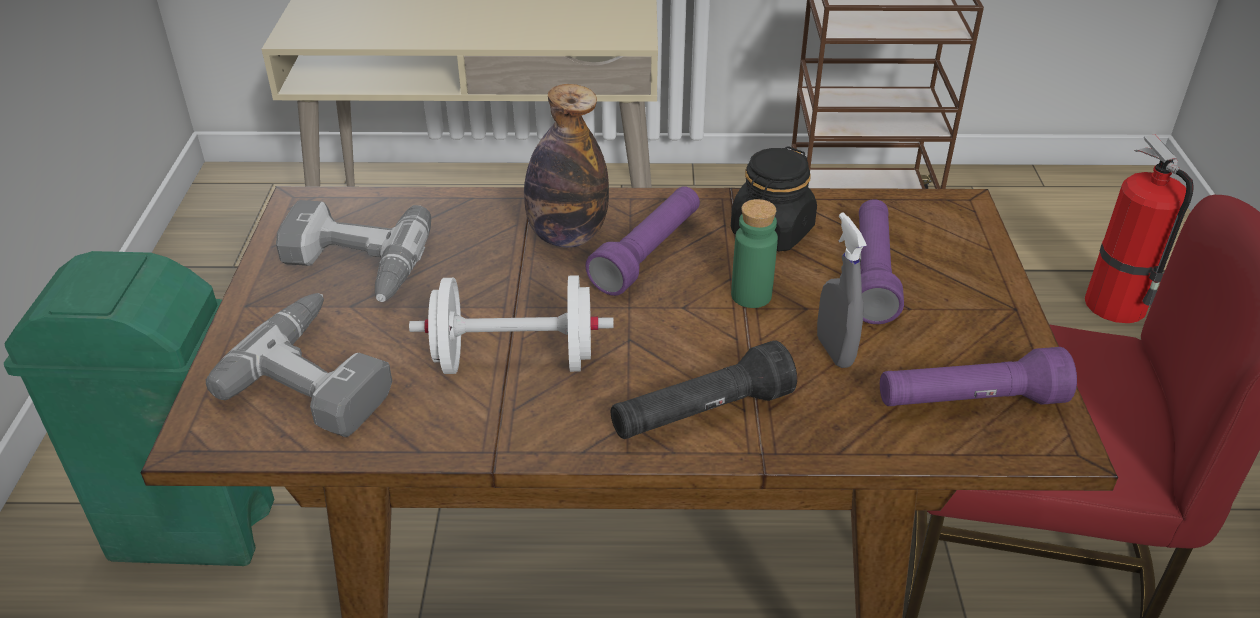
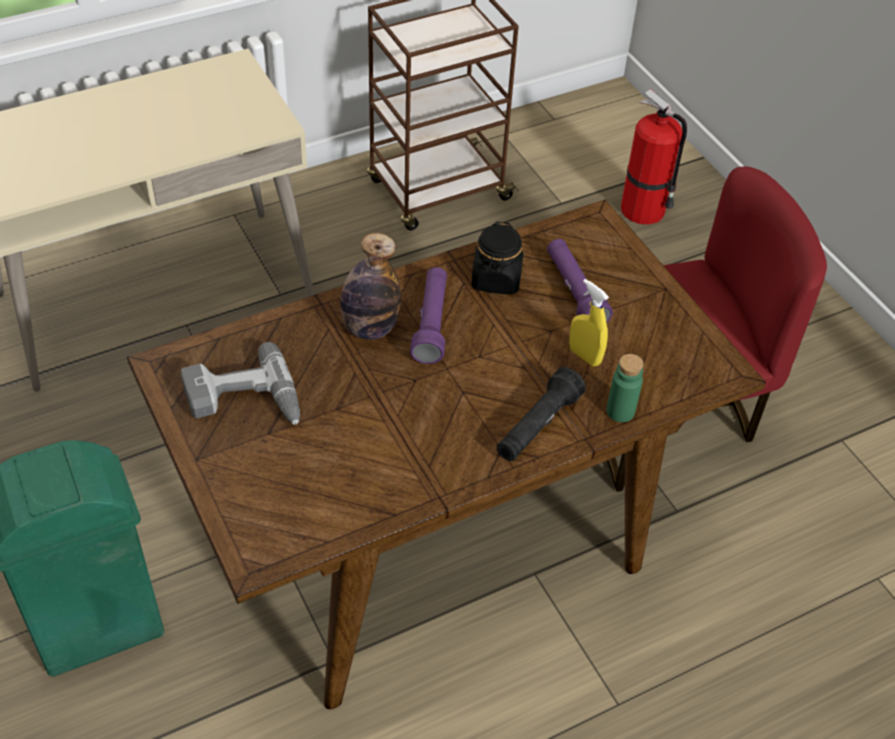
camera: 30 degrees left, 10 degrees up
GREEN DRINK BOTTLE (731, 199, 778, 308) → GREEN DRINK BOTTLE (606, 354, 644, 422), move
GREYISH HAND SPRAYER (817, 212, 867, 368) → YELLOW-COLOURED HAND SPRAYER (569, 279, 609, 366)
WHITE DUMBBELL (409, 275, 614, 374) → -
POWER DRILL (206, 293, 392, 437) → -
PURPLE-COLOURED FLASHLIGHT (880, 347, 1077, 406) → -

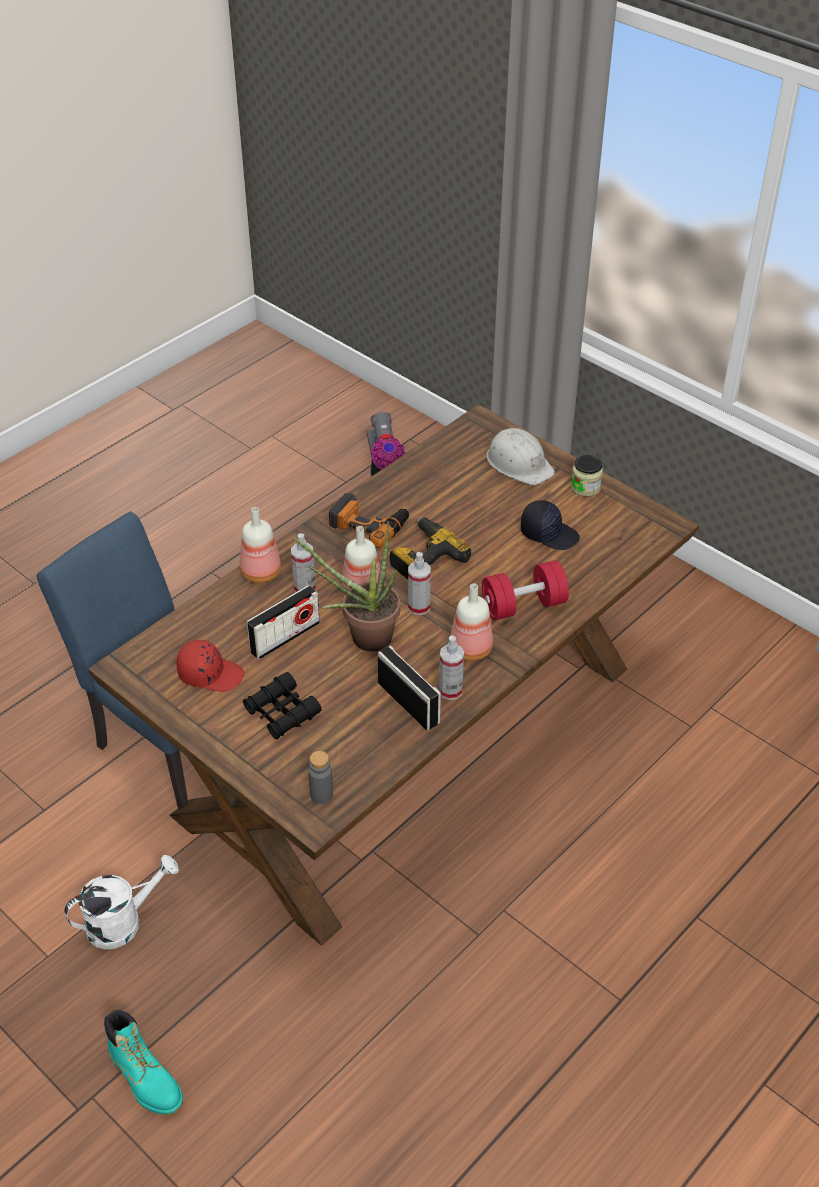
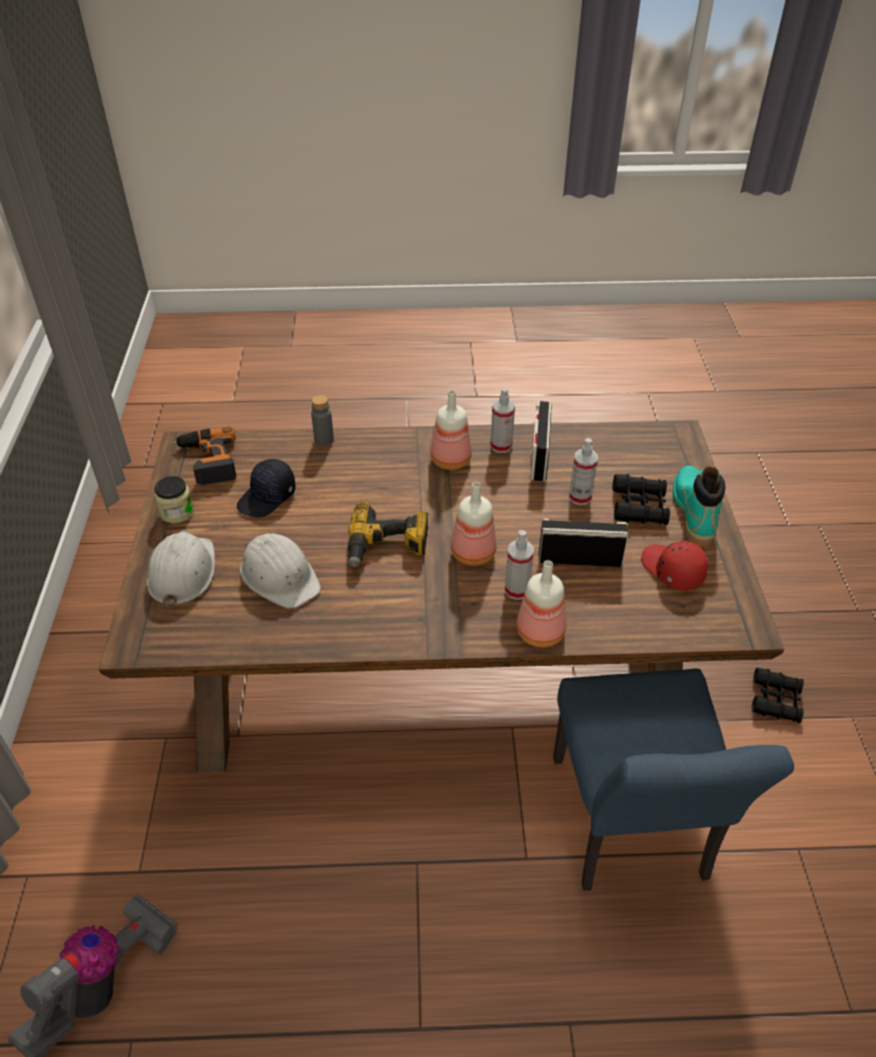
camera: 135 degrees left, 0 degrees up
POWER DRILL (329, 493, 409, 548) → POWER DRILL (174, 427, 237, 485), move
BLACK-COLOURED CAP (521, 500, 580, 550) → BLACK-COLOURED CAP (237, 459, 296, 517), 120 degrees counterclockwise
PLANT IN A POT (294, 521, 401, 652) → -
HAND SPRAYER (408, 552, 431, 615) → HAND SPRAYER (569, 438, 598, 505), move
RED DUMBBELL (482, 560, 569, 620) → -
GREYISH DRINK BOTTLE (308, 751, 333, 804) → GREYISH DRINK BOTTLE (311, 395, 334, 446), move
WHITE WATERING POT (64, 855, 179, 950) → BLACK-COLOURED FIELD GLASSES (752, 668, 804, 723)
TURQUOISE-COLOURED BOOT (104, 1010, 183, 1115) → TURQUOISE-COLOURED BOOT (673, 466, 725, 547), move
- → WHITE SAFETY HELMET (240, 533, 321, 609)

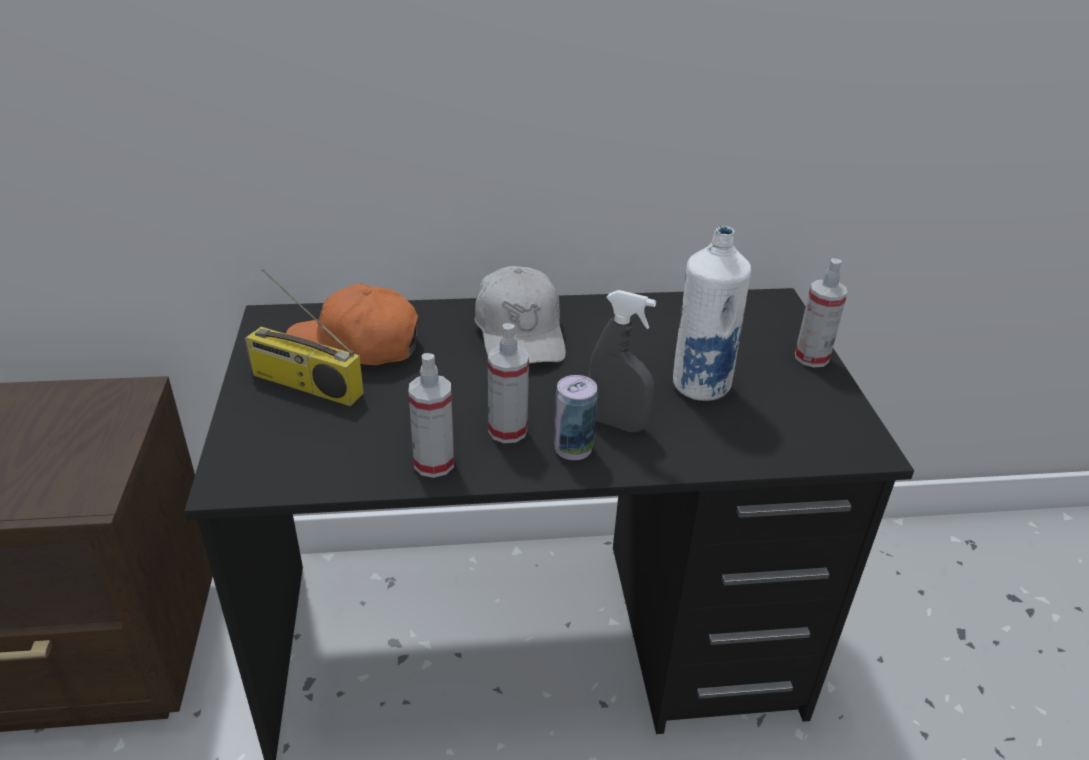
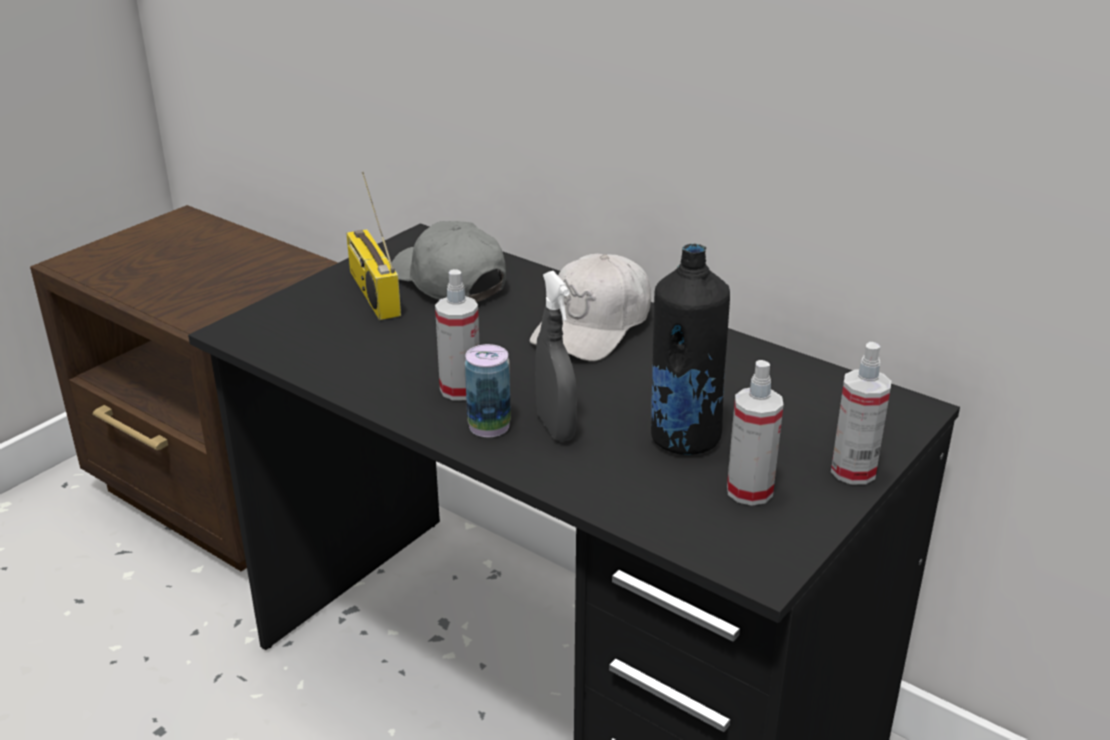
camera: 45 degrees right, 5 degrees down
WHITE DRINK BOTTLE (673, 226, 751, 401) → BLACK-COLOURED DRINK BOTTLE (651, 244, 730, 455)
ORANGE-COLOURED CAP (286, 283, 419, 365) → GREYISH CAP (391, 221, 506, 302)
HAND SPRAYER (408, 353, 454, 478) → HAND SPRAYER (727, 360, 784, 506), move

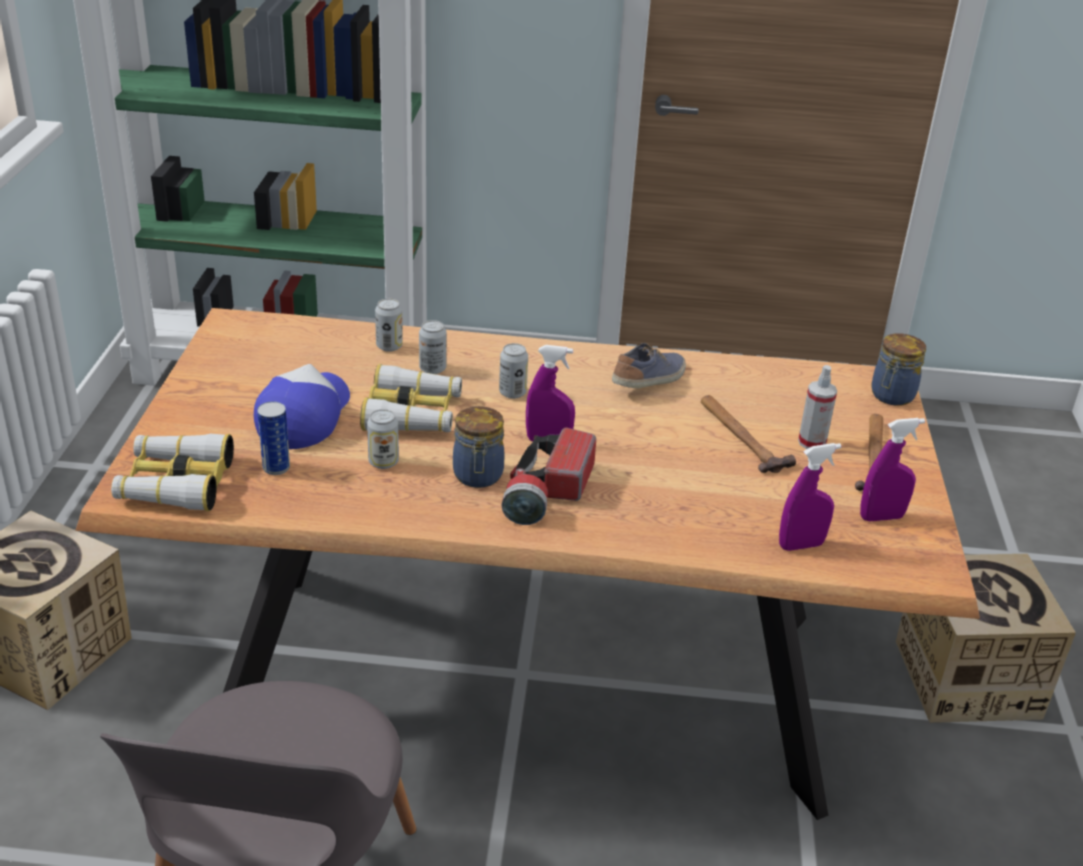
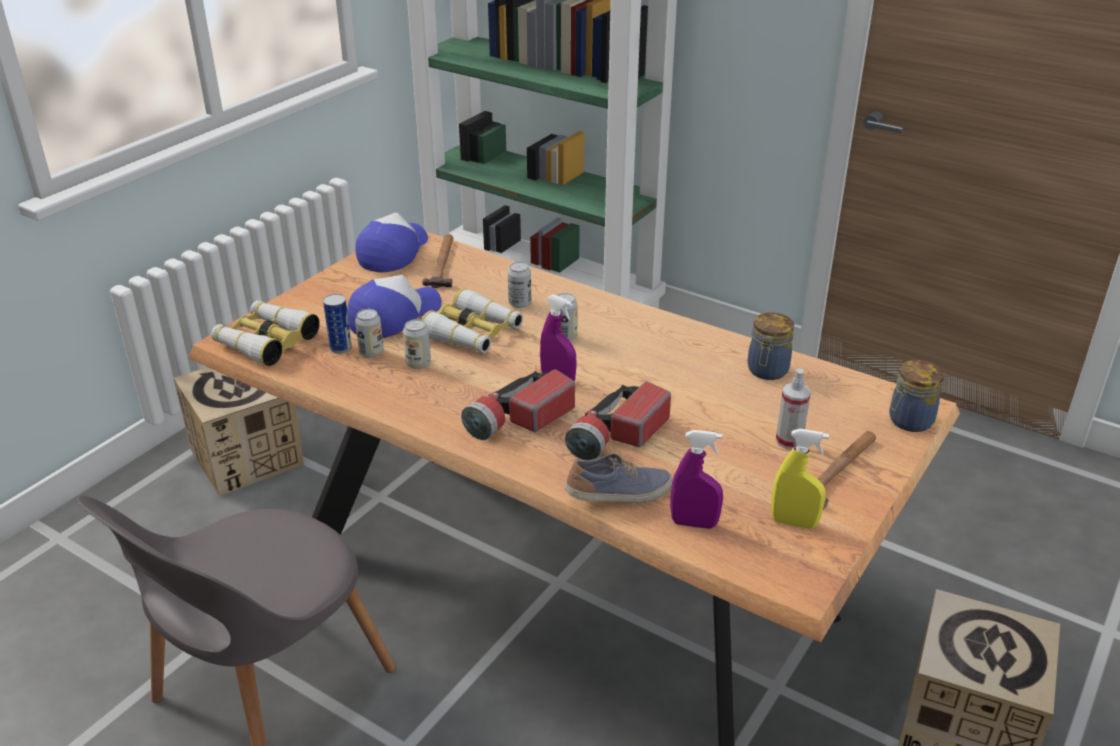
camera: 30 degrees right, 0 degrees up
METAL CAN (375, 299, 403, 352) → METAL CAN (355, 309, 384, 358), move
ITEM OF FOOTWEAR (612, 343, 686, 388) → ITEM OF FOOTWEAR (564, 454, 673, 503), move
HAMMER (701, 395, 796, 473) → HAMMER (422, 234, 453, 288), move
STORAGE JAR (453, 406, 504, 488) → STORAGE JAR (747, 313, 794, 380), move
PURPLE-COLOURED HAND SPRAYER (860, 418, 925, 521) → YELLOW-COLOURED HAND SPRAYER (771, 429, 829, 529)
- → CAP (355, 212, 428, 272)
- → FLASHLIGHT (565, 382, 671, 460)

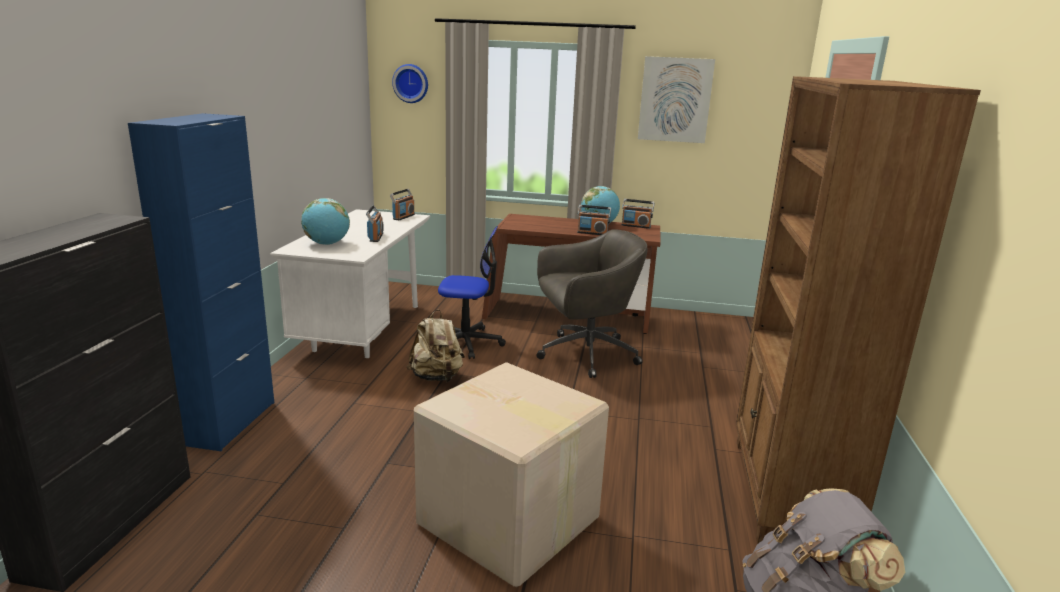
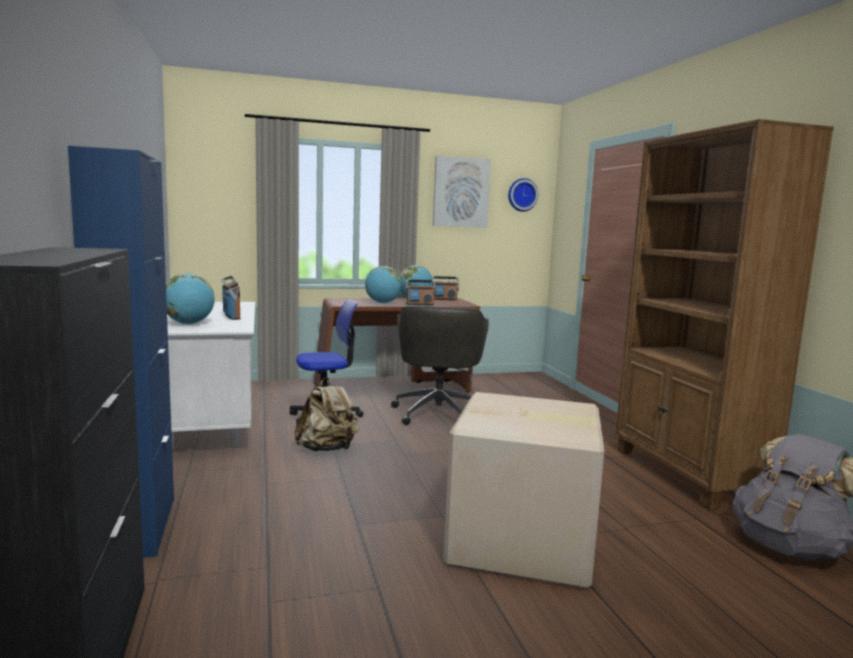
camera: 25 degrees left, 10 degrees down
HANGING CLOCK (392, 64, 428, 103) → HANGING CLOCK (508, 178, 538, 212), move
GREYISH OFFICE CHAIR (536, 229, 648, 378) → GREYISH OFFICE CHAIR (391, 305, 489, 425), 135 degrees clockwise
- → WORLD GLOBE (365, 266, 402, 303)

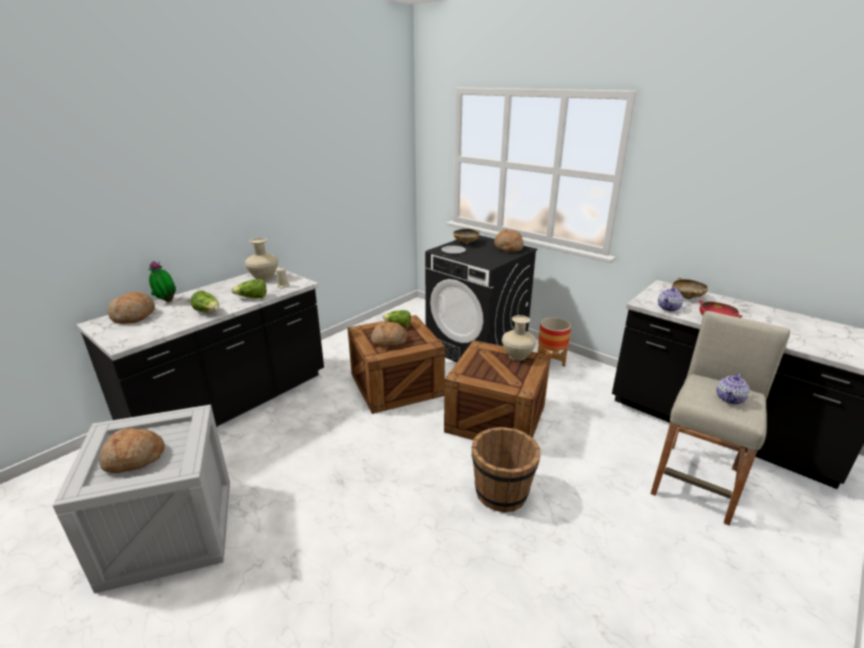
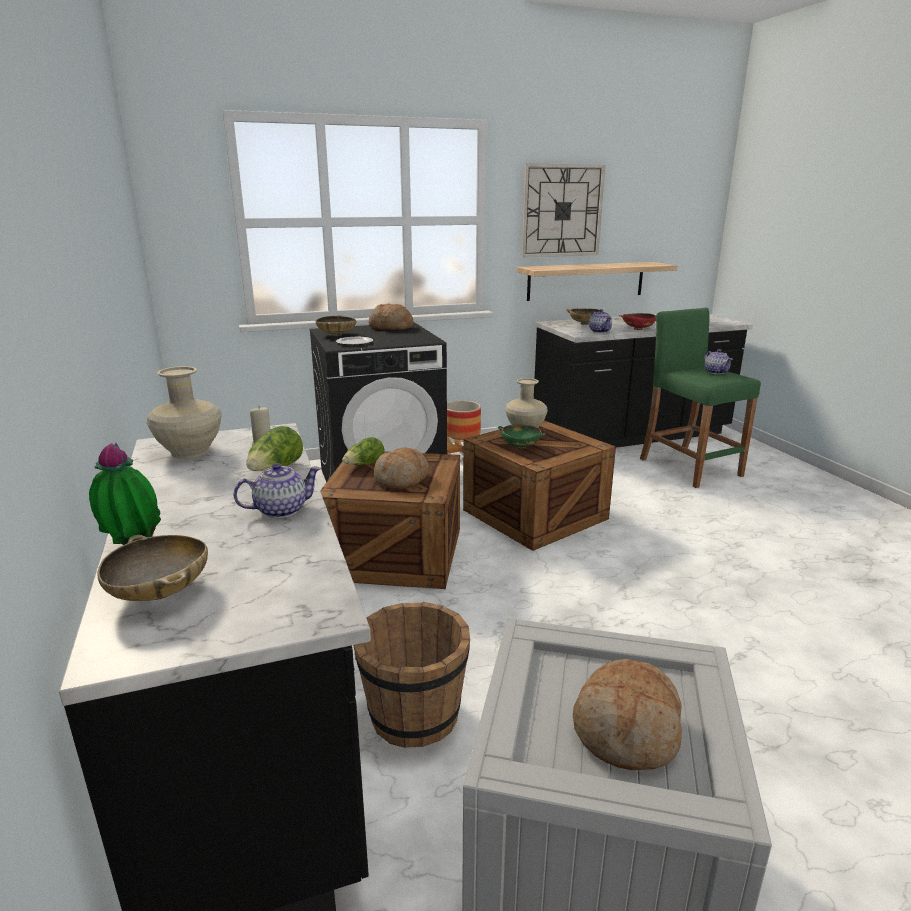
camera: 60 degrees left, 5 degrees down
LETTUCE (190, 291, 219, 312) → POT FOR TEA (233, 463, 321, 518)
BAKERY BREAD (108, 292, 155, 324) → SAND-COLOURED SERVING BOWL (98, 535, 208, 601)
SAND-COLOURED STOOL SEAT (651, 311, 790, 525) → GREEN STOOL SEAT (640, 308, 761, 488)
BROWNISH WATER BUCKET (471, 427, 540, 512) → BROWNISH WATER BUCKET (353, 602, 470, 748), move
- → HANGING CLOCK (521, 164, 605, 257)
- → SHELF (517, 262, 677, 301)
- → GREEN SERVING BOWL (498, 425, 546, 449)

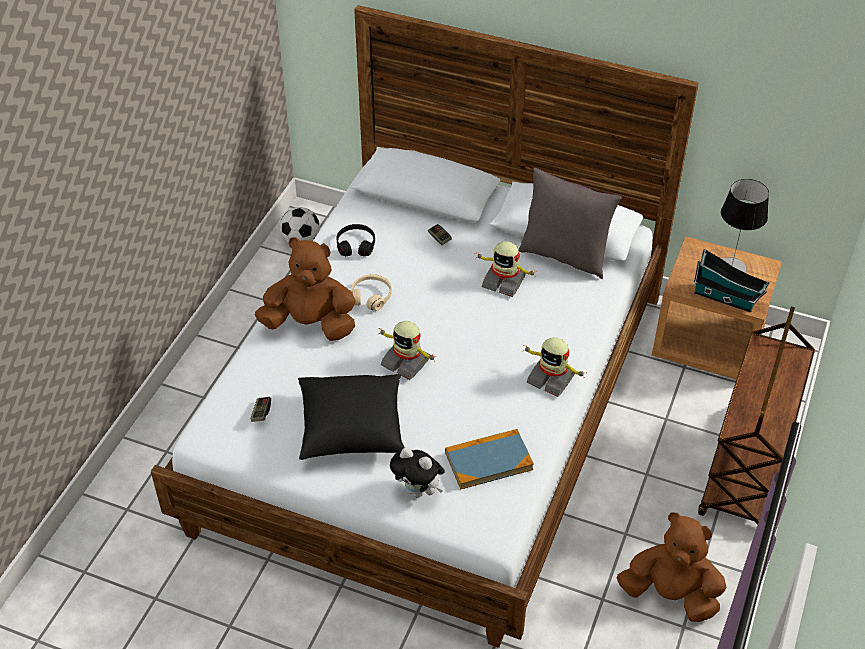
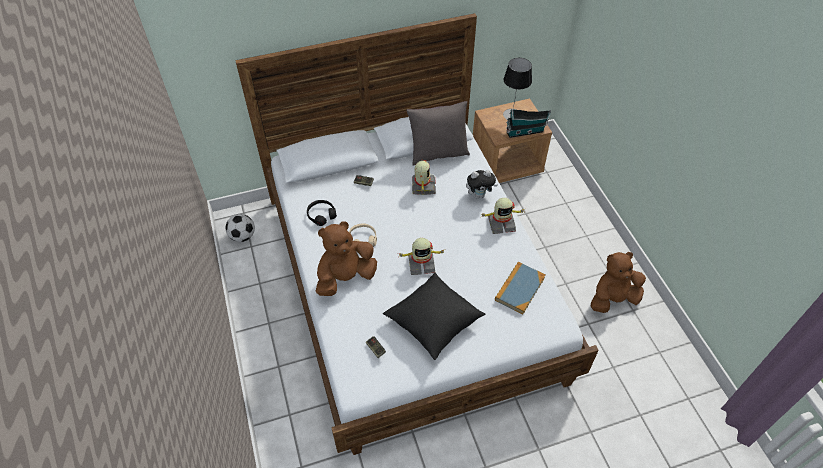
camera: 40 degrees left, 5 degrees up
ROBOT FIGURE (475, 241, 535, 297) → ROBOT FIGURE (412, 160, 436, 195), 75 degrees counterclockwise
BROWNISH TROLLEY (698, 306, 815, 524) → -
PLUSH TOY (390, 447, 445, 498) → PLUSH TOY (466, 170, 497, 198), move

